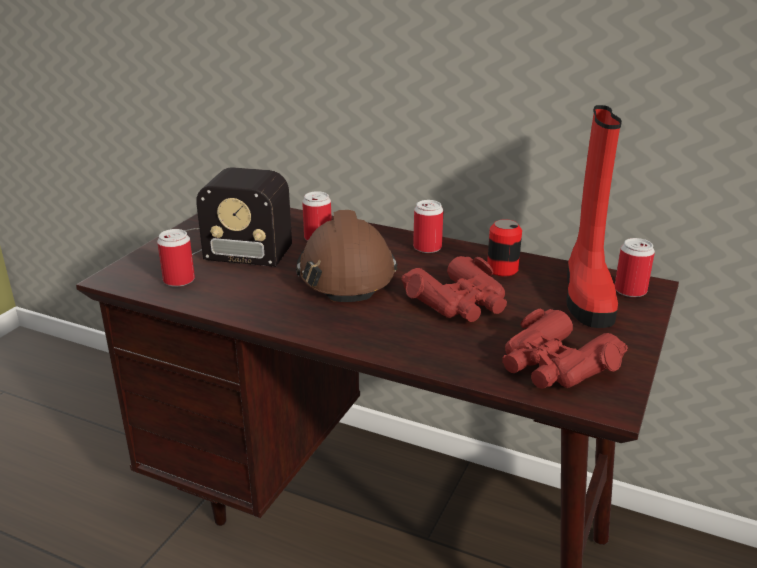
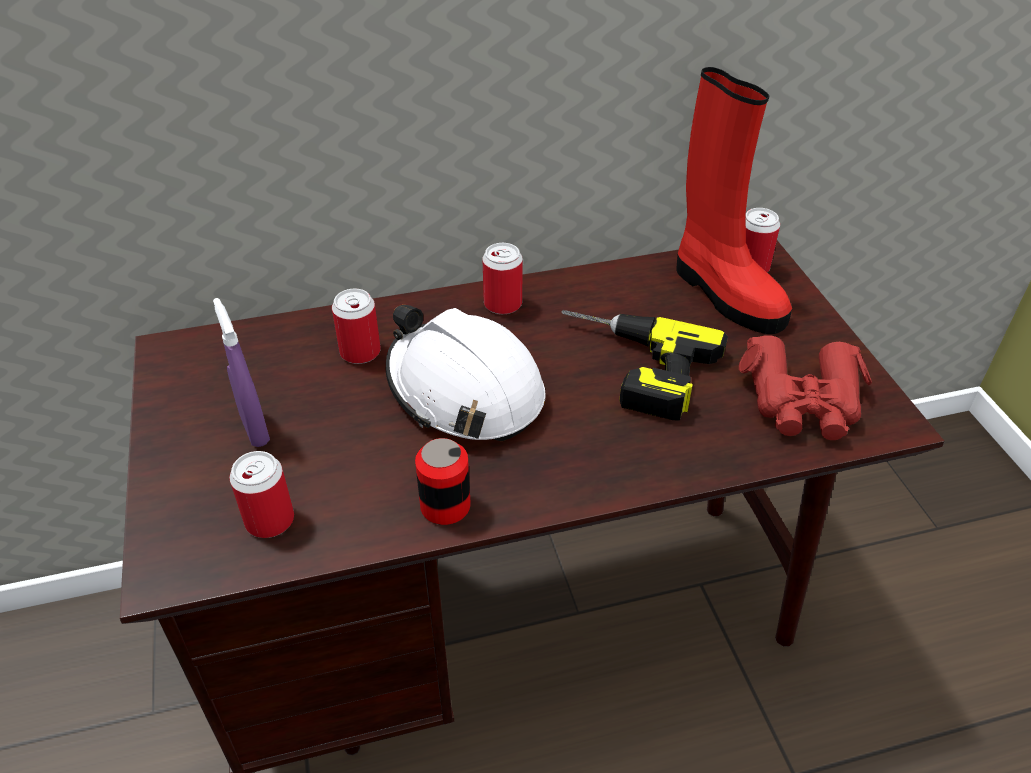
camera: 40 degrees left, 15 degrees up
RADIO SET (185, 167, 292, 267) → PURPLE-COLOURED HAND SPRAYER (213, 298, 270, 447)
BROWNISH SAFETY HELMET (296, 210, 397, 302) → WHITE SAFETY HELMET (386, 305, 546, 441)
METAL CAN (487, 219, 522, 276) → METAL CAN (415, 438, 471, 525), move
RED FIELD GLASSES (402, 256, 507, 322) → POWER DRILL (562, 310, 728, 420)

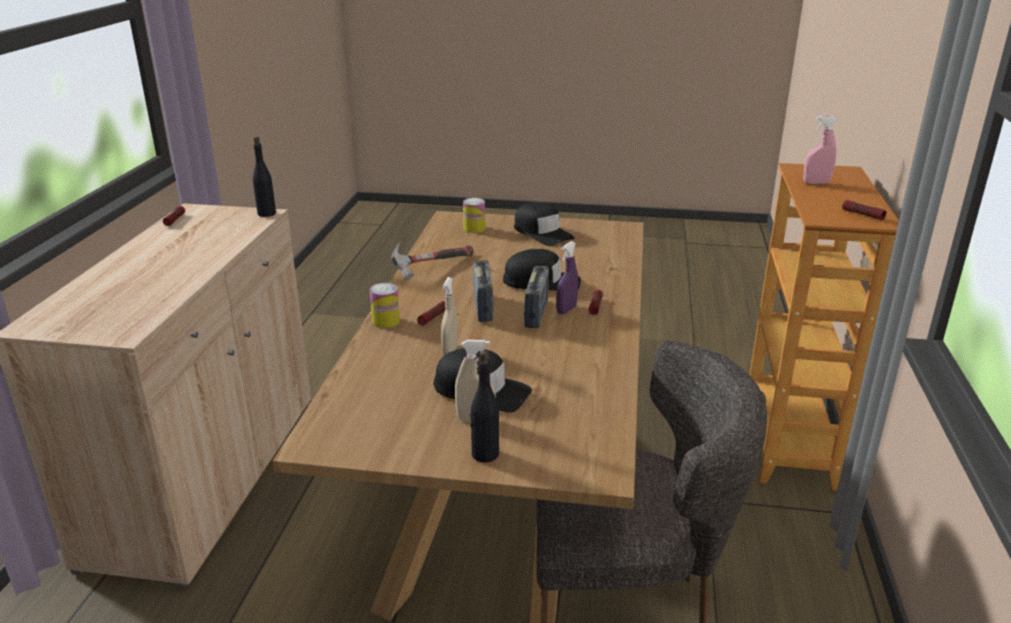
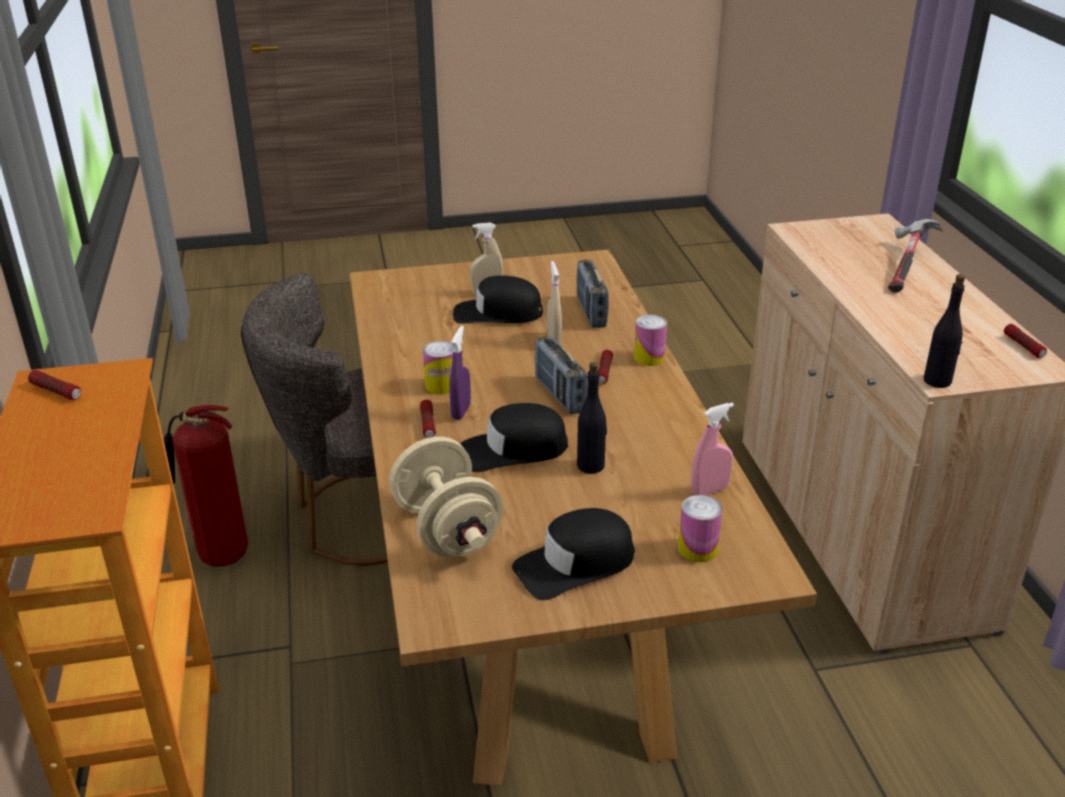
camera: 160 degrees right, 5 degrees up
PINK-COLOURED HAND SPRAYER (803, 116, 838, 184) → PINK-COLOURED HAND SPRAYER (691, 403, 734, 495), move
BLACK-COLOURED CAP (514, 202, 575, 246) → BLACK-COLOURED CAP (512, 508, 635, 600), 60 degrees counterclockwise
HAMMER (391, 241, 473, 280) → HAMMER (888, 219, 943, 293), move
RADIO SET (524, 266, 549, 328) → RADIO SET (576, 260, 609, 328), move
BLACK-COLOURED DRINK BOTTLE (470, 351, 499, 463) → BLACK-COLOURED DRINK BOTTLE (577, 362, 607, 474), move
- → METAL CAN (423, 341, 453, 395)
- → FIRE-FIGHTING CYLINDER (163, 405, 248, 567)
- → SAND-COLOURED DUMBBELL (389, 437, 503, 557)

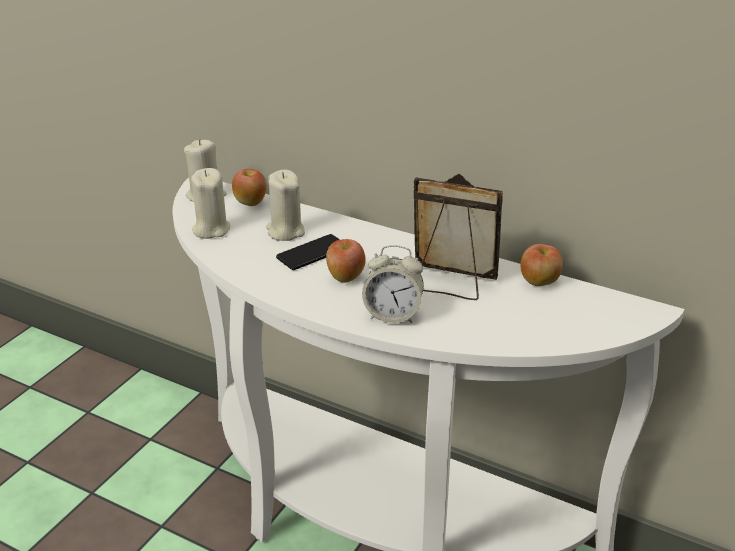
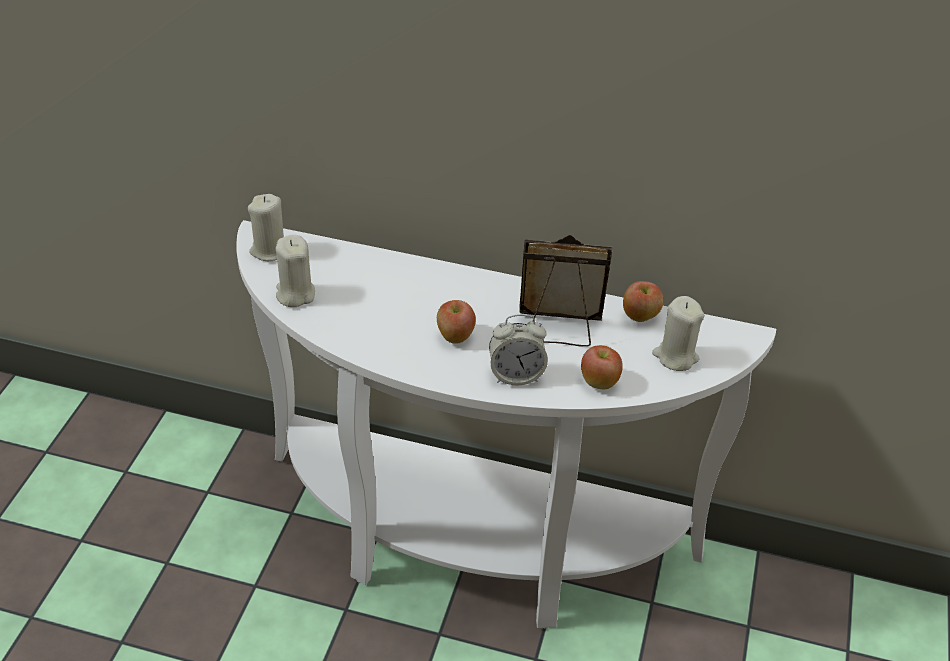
camera: 15 degrees left, 10 degrees up
APPLE (232, 169, 267, 206) → APPLE (581, 345, 623, 389), move
SAND-COLOURED WAX LIGHT (266, 170, 305, 241) → SAND-COLOURED WAX LIGHT (652, 296, 705, 371), move
HANDSET (276, 234, 340, 270) → -

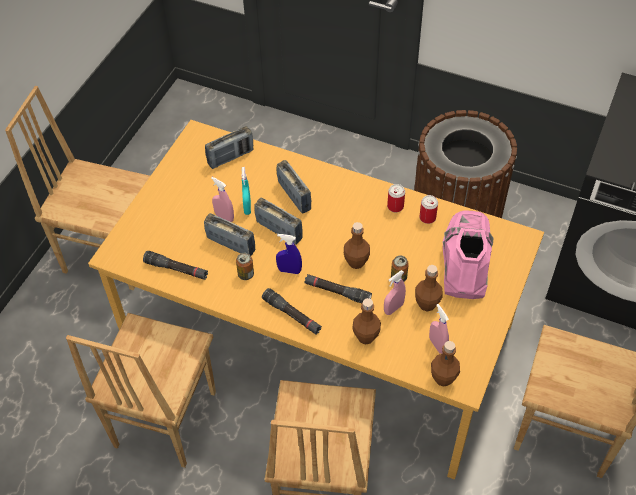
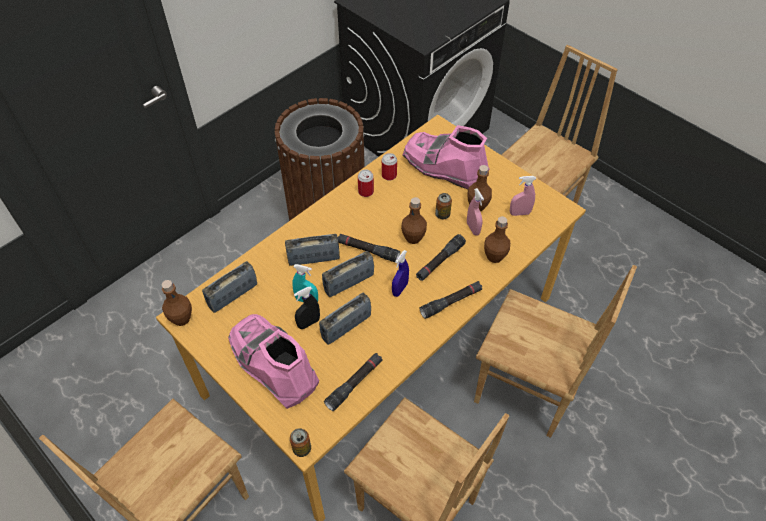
camera: 70 degrees left, 0 degrees up
RADIO SET (205, 126, 253, 169) → RADIO SET (202, 261, 257, 313), 120 degrees counterclockwise
PINK-COLOURED HAND SPRAYER (211, 177, 234, 222) → BLACK-COLOURED HAND SPRAYER (294, 286, 320, 329)
METAL CAN (236, 253, 254, 280) → METAL CAN (290, 428, 311, 457), move
BROWNISH DRINK BOTTLE (431, 341, 460, 387) → BROWNISH DRINK BOTTLE (162, 280, 192, 326), move
- → BLACK-COLOURED FLASHLIGHT (338, 234, 400, 262)
- → PINK-COLOURED BOOT (228, 314, 319, 409)

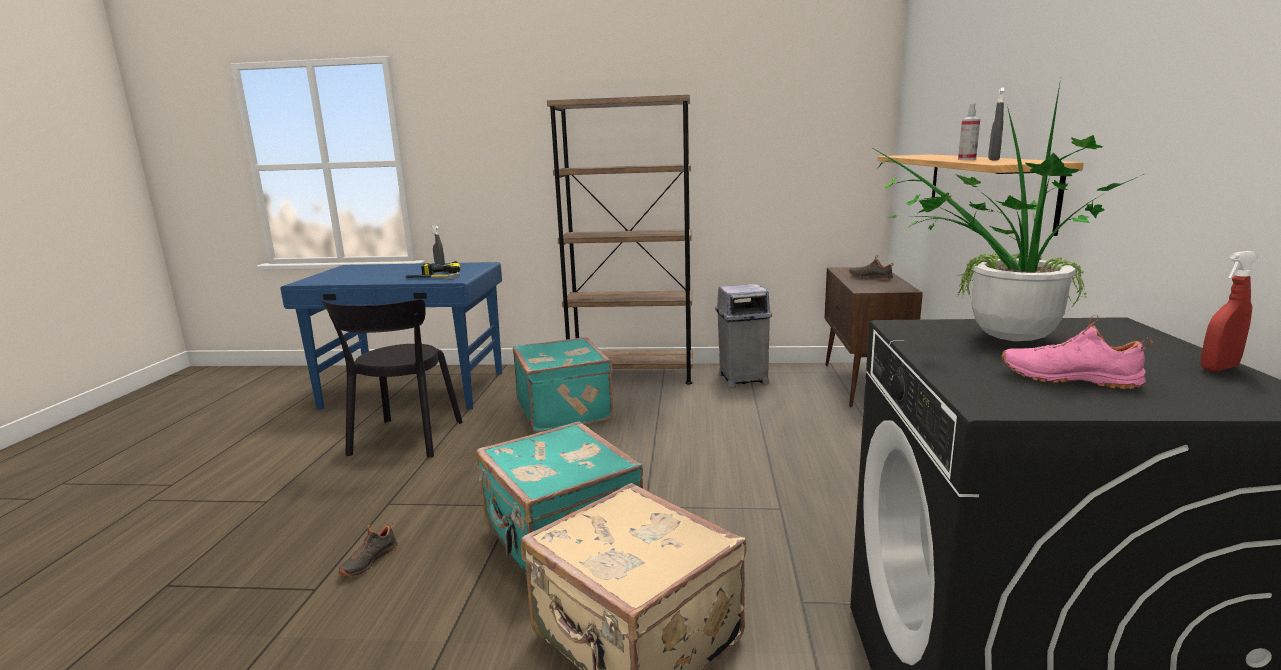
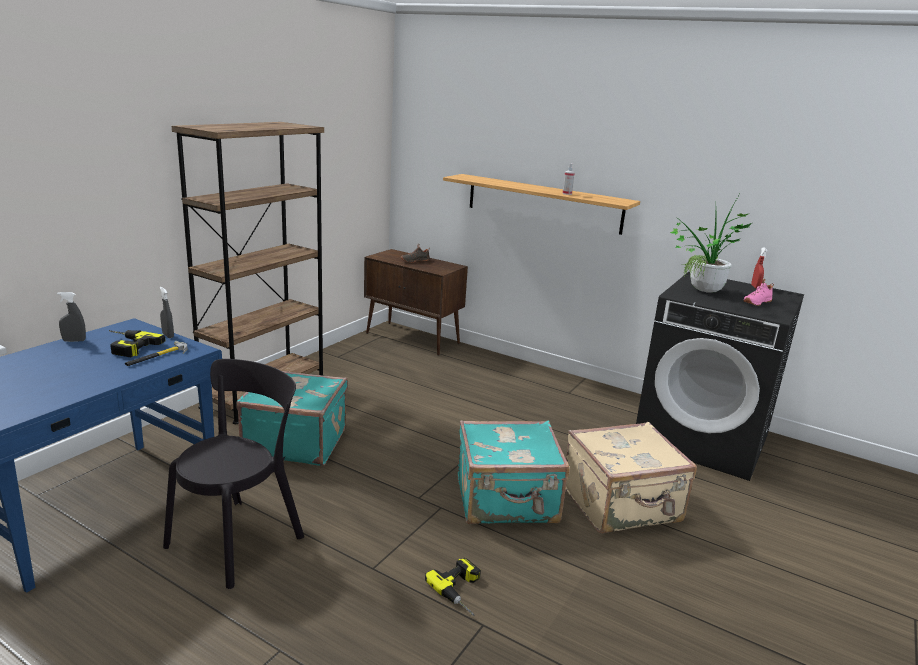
camera: 65 degrees left, 5 degrees up
GREYISH HAND SPRAYER (988, 87, 1005, 160) → GREYISH HAND SPRAYER (160, 287, 174, 338), move
GREYISH TRASH CAN (715, 284, 772, 388) → -
BLACK-COLOURED UPRIGHT CHAIR (321, 299, 463, 458) → BLACK-COLOURED UPRIGHT CHAIR (163, 359, 304, 589), 90 degrees counterclockwise
BLACK-COLOURED ITEM OF FOOTWEAR (338, 523, 398, 576) → POWER DRILL (425, 558, 481, 616)

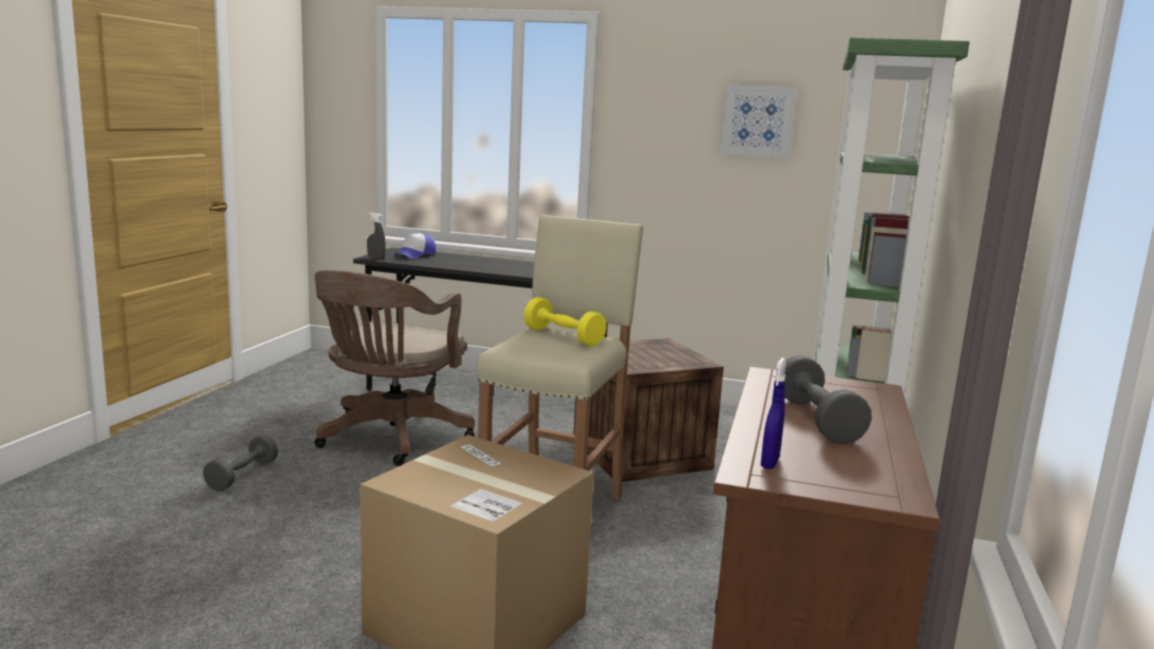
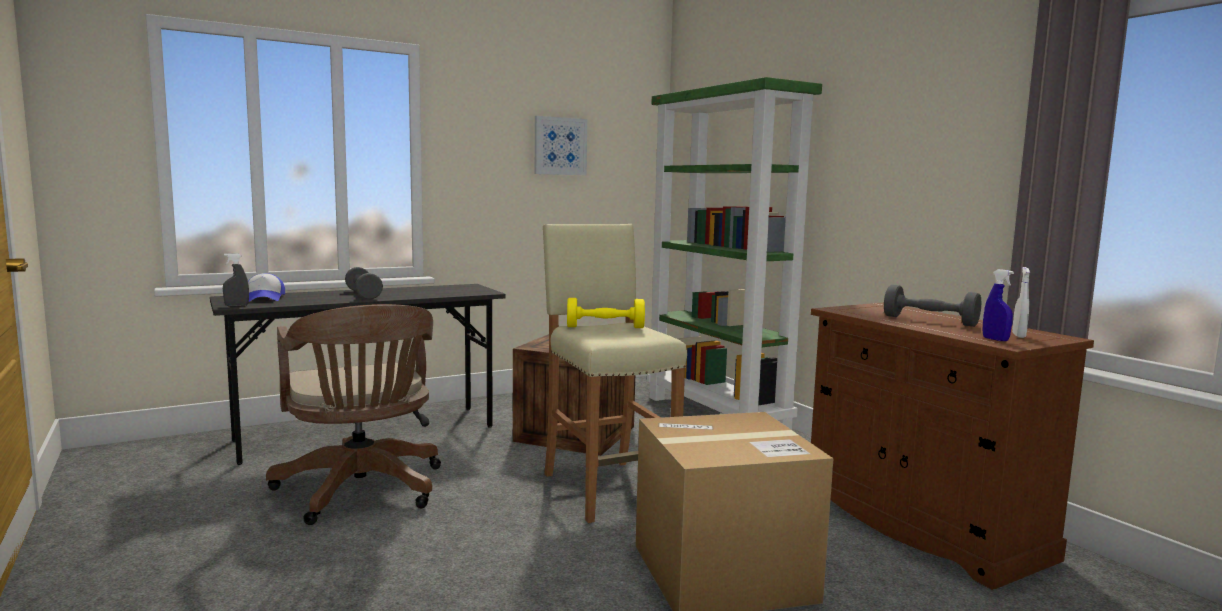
camera: 45 degrees left, 5 degrees down
GREYISH DUMBBELL (203, 435, 278, 491) → GREYISH DUMBBELL (345, 267, 383, 299), move
- → WHITE HAND SPRAYER (1012, 267, 1030, 338)

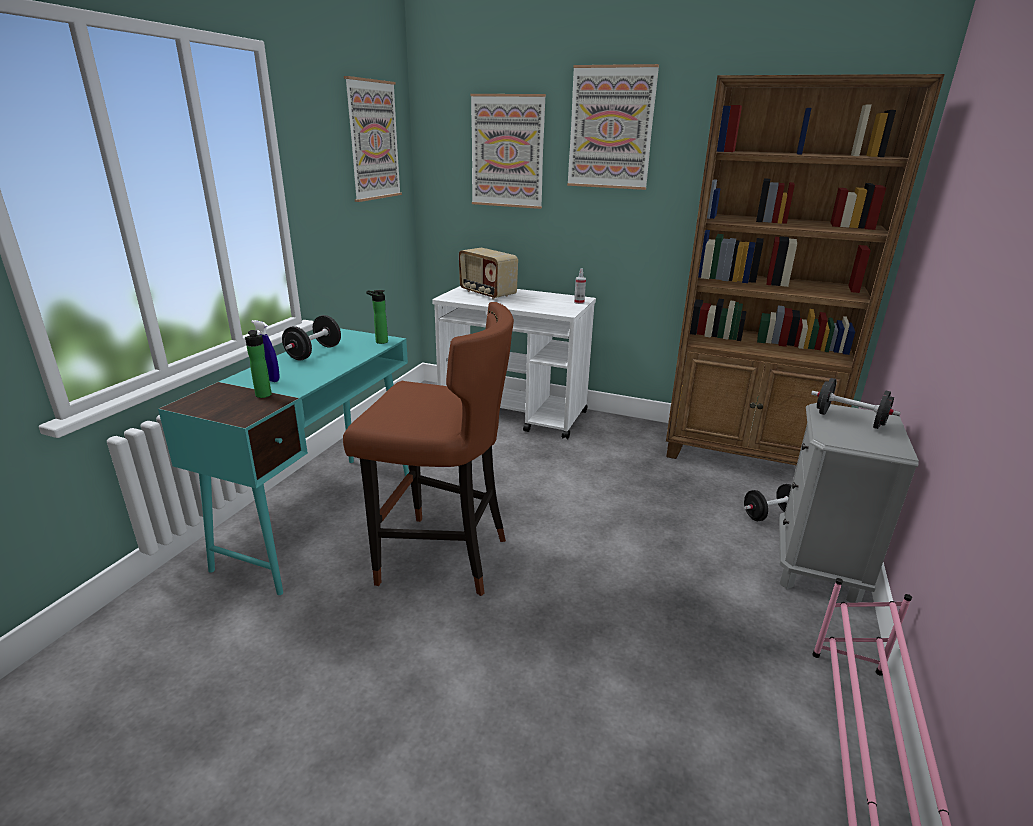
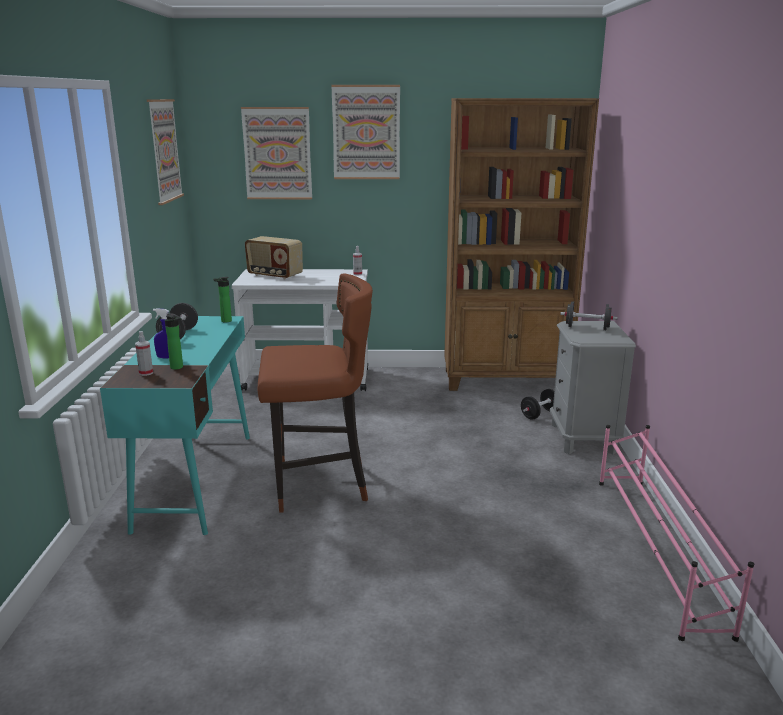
camera: 20 degrees left, 5 degrees down
- → HAND SPRAYER (135, 331, 153, 376)

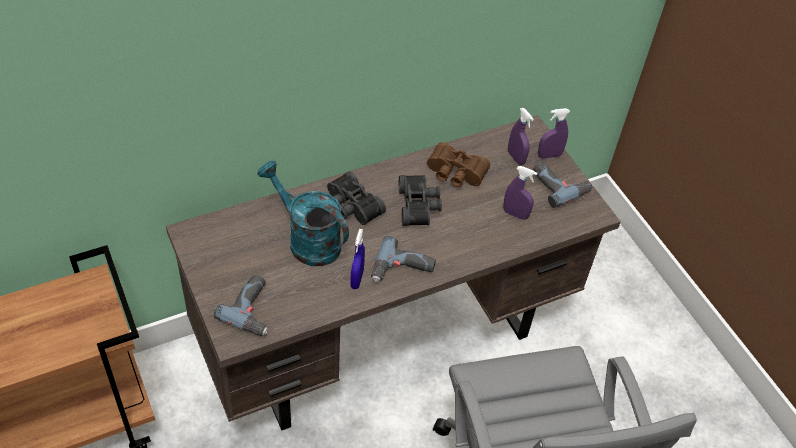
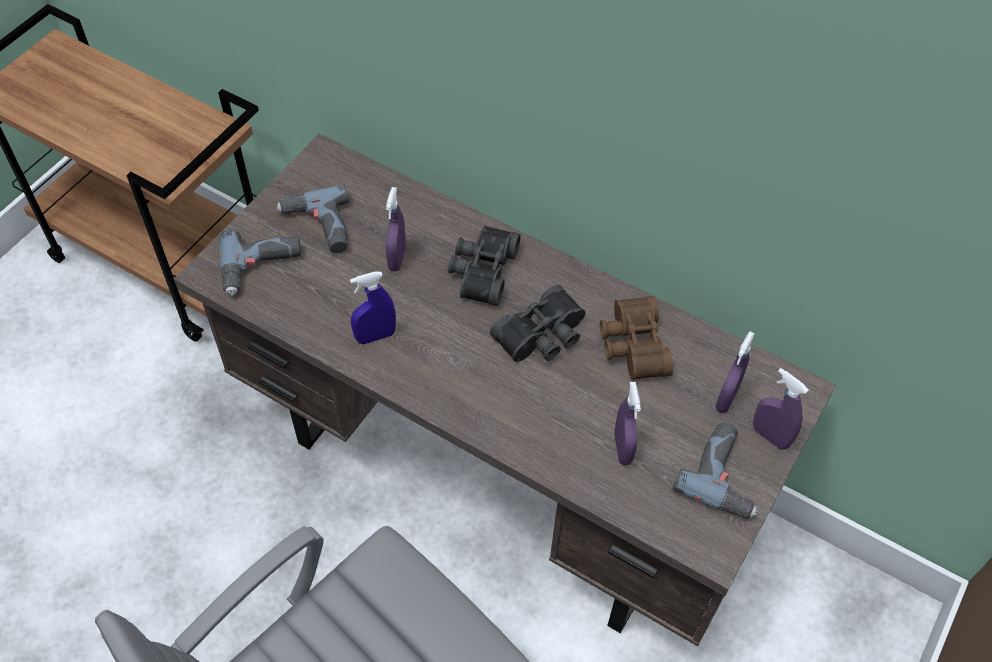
camera: 60 degrees right, 5 degrees up
TURQUOISE-COLOURED WATERING POT (257, 160, 349, 266) → PURPLE-COLOURED HAND SPRAYER (386, 187, 406, 272)
POWER DRILL (371, 236, 436, 282) → POWER DRILL (276, 185, 349, 253), move

